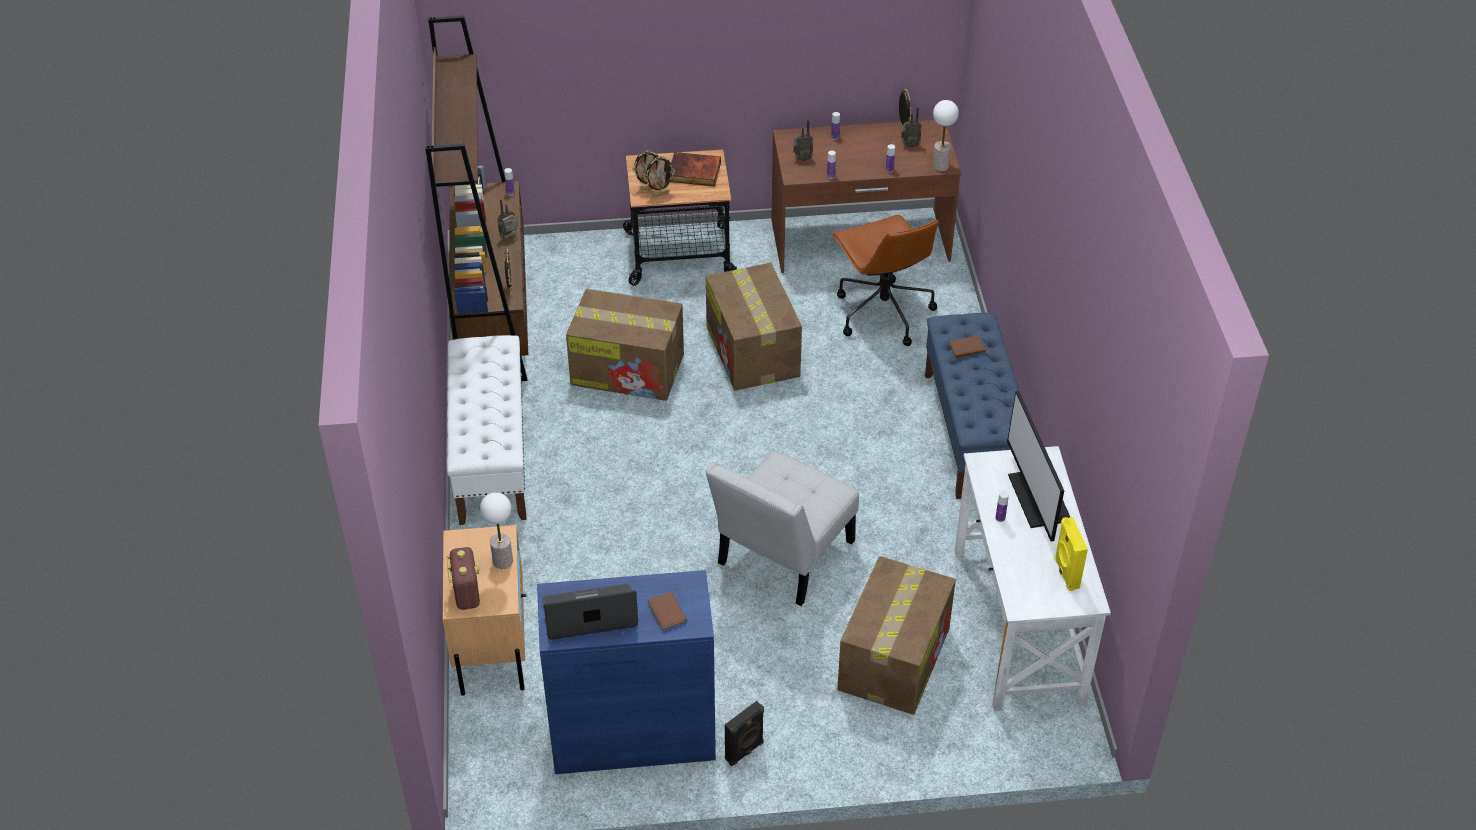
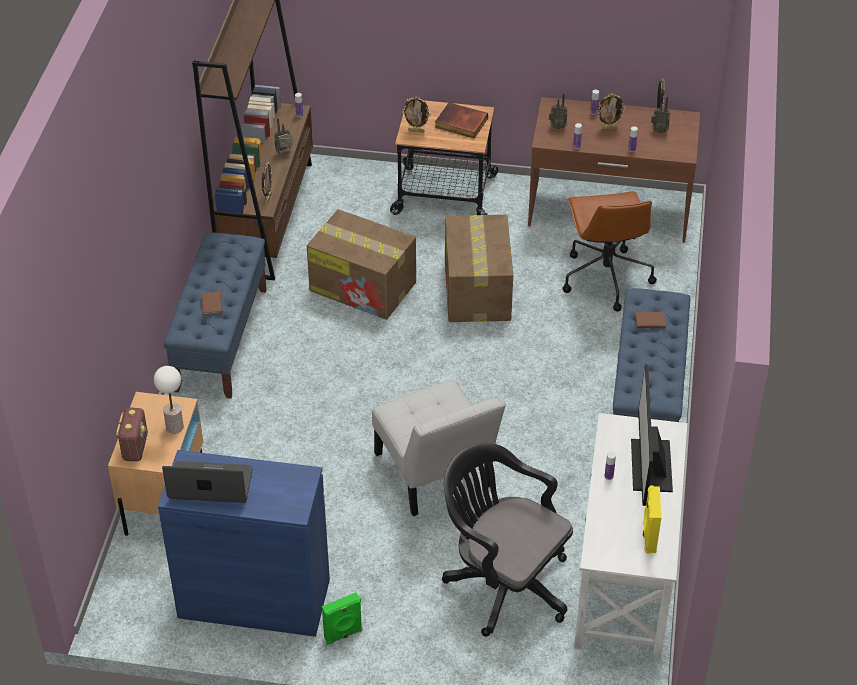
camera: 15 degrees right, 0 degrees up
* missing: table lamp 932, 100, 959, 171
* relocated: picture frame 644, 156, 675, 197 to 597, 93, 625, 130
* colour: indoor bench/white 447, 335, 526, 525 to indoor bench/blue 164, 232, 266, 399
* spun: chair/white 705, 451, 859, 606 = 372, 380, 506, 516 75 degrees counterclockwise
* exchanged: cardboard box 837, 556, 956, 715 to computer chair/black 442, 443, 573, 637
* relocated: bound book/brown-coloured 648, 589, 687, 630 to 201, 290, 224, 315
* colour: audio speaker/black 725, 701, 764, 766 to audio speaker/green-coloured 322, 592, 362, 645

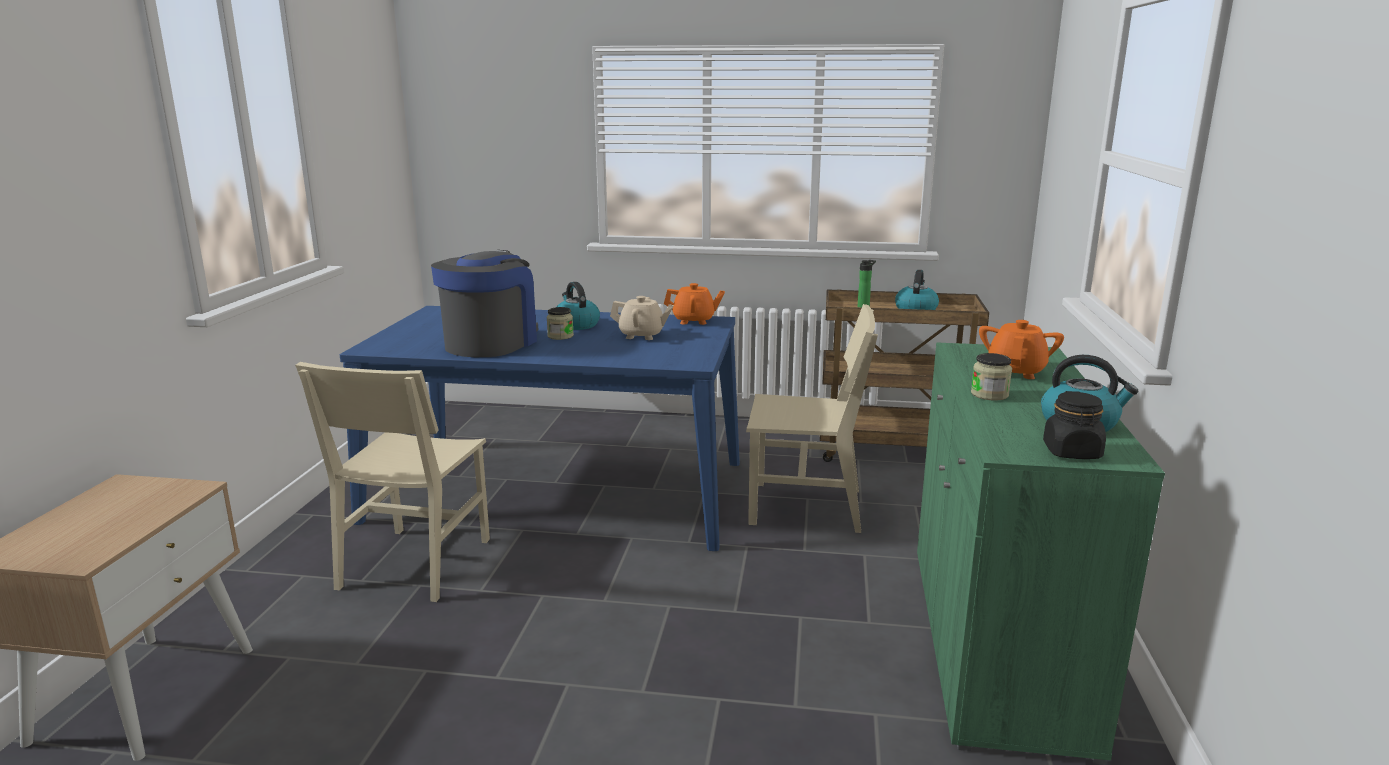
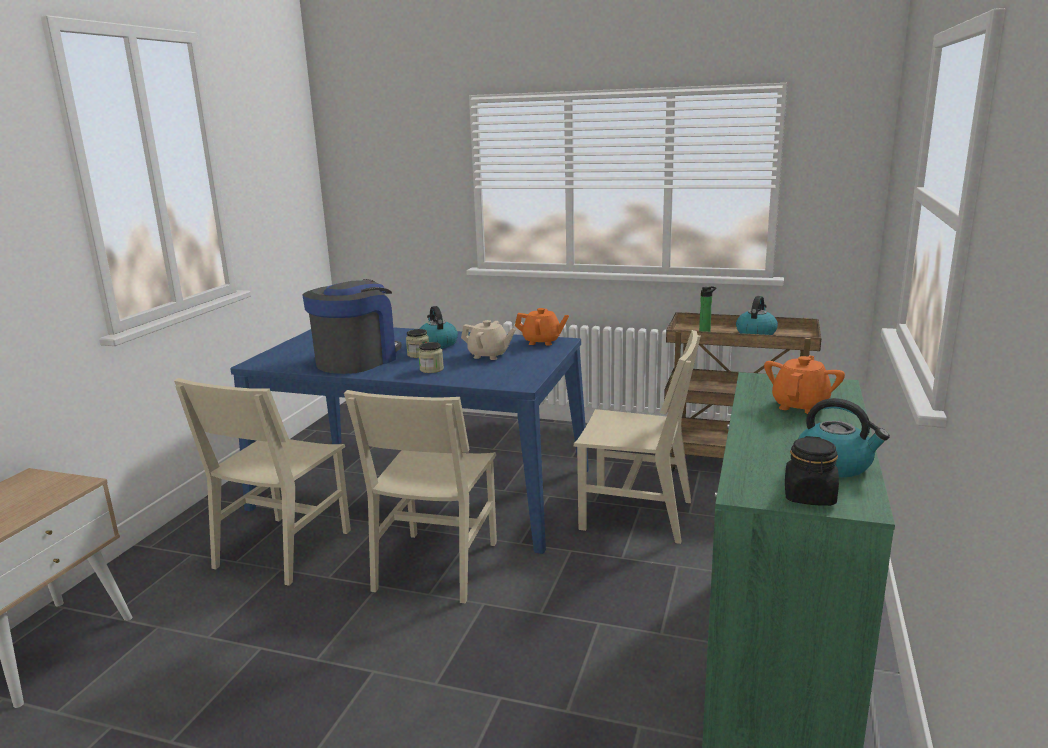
camera: 10 degrees right, 0 degrees up
* relocated: preserve jar 971, 353, 1012, 400 to 418, 342, 444, 373
* appeared: chair/beige 344, 390, 497, 603

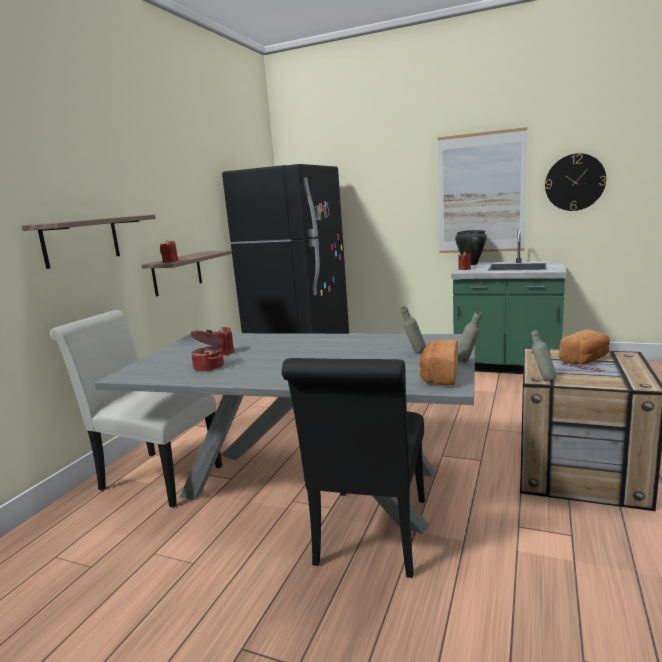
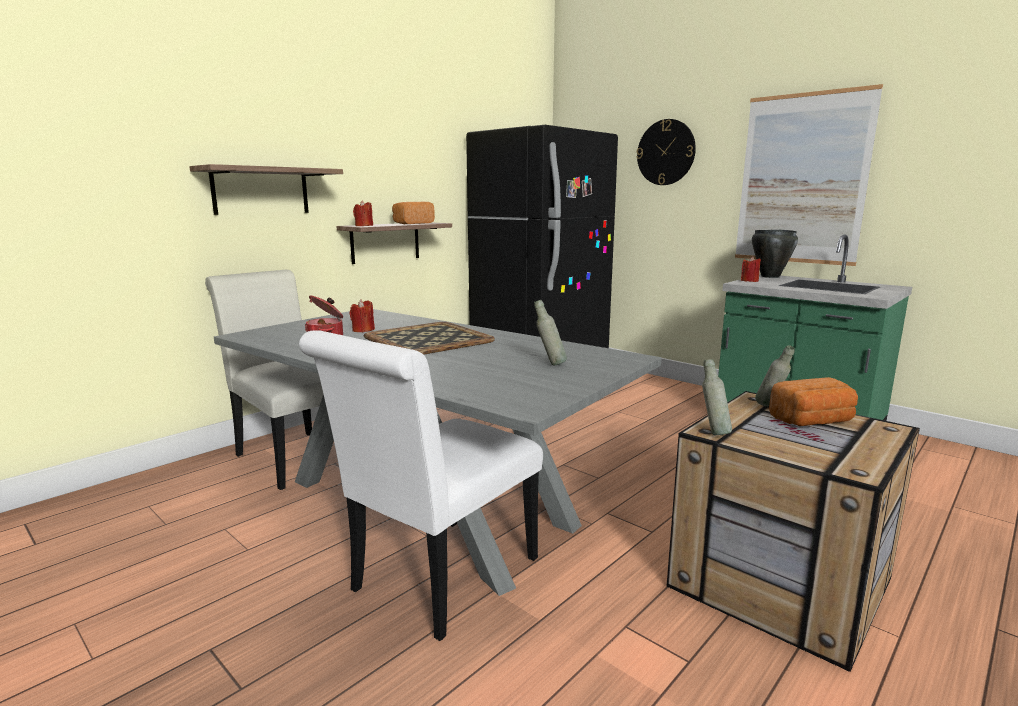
camera: 20 degrees right, 0 degrees up
* relocated: hanging clock 545, 153, 606, 211 to 636, 119, 696, 185
* relocated: bottle/greyish 458, 311, 482, 363 to 755, 345, 795, 406
* relocated: bread 419, 339, 458, 386 to 392, 202, 435, 224
* colour: chair/black 282, 358, 425, 578 to chair/white 299, 330, 543, 641
* appeared: serving tray 364, 322, 495, 355

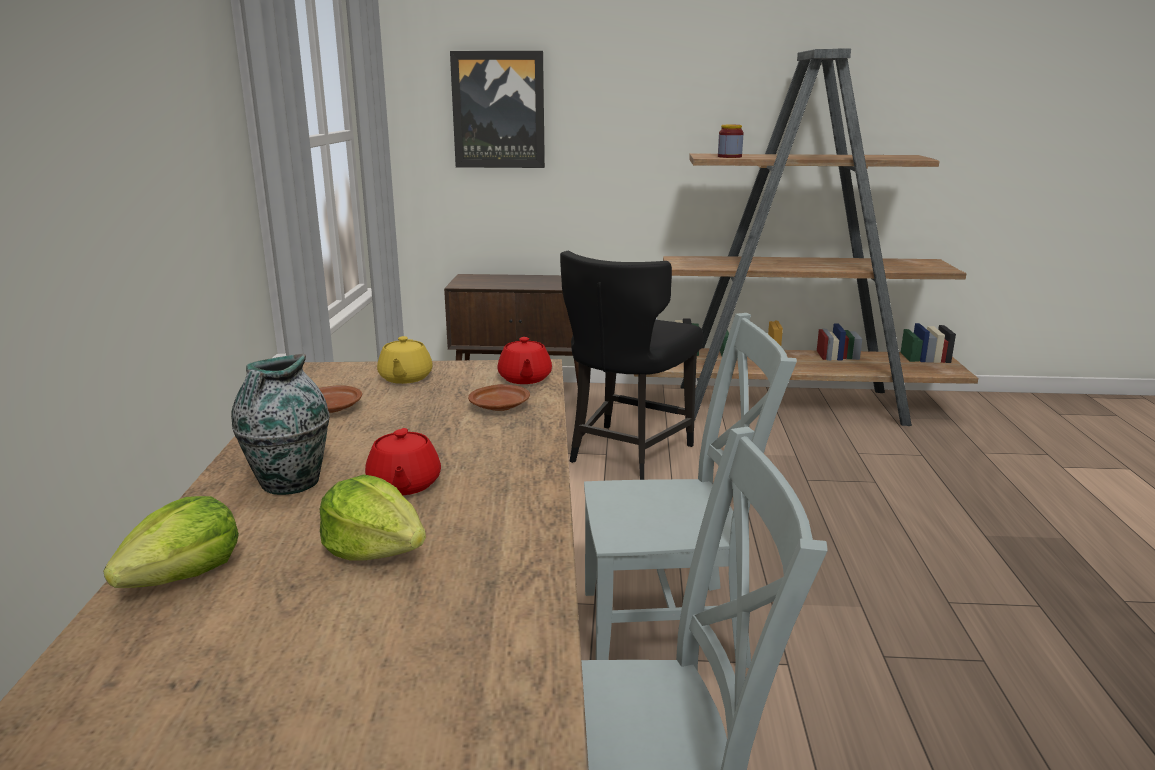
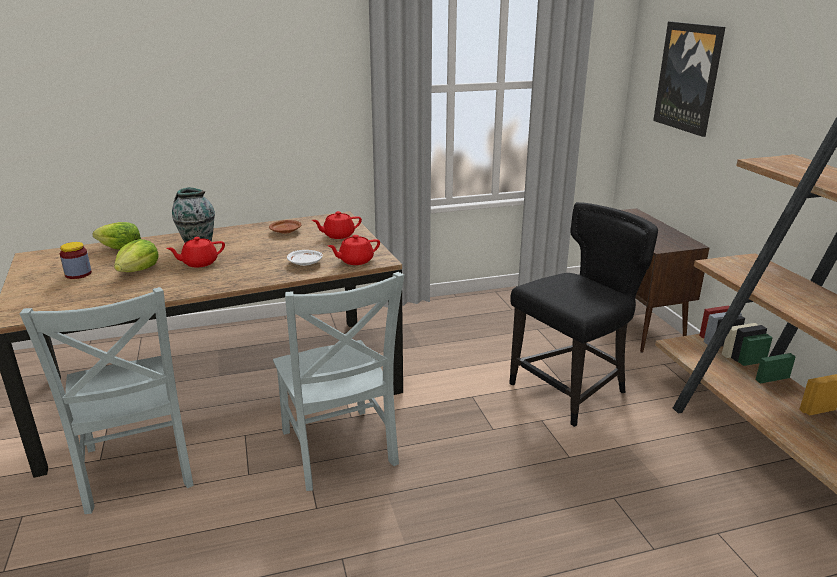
camera: 70 degrees right, 5 degrees up
* relocated: preserve jar 718, 125, 744, 158 to 60, 242, 92, 279
* spun: chair/black 560, 251, 704, 480 = 509, 202, 658, 427 135 degrees clockwise
* colour: tea pot/yellowish 377, 336, 432, 384 to tea pot/reddish 312, 211, 362, 239
* colour: plate/brown-coloured 468, 384, 530, 411 to plate/white 287, 250, 323, 266

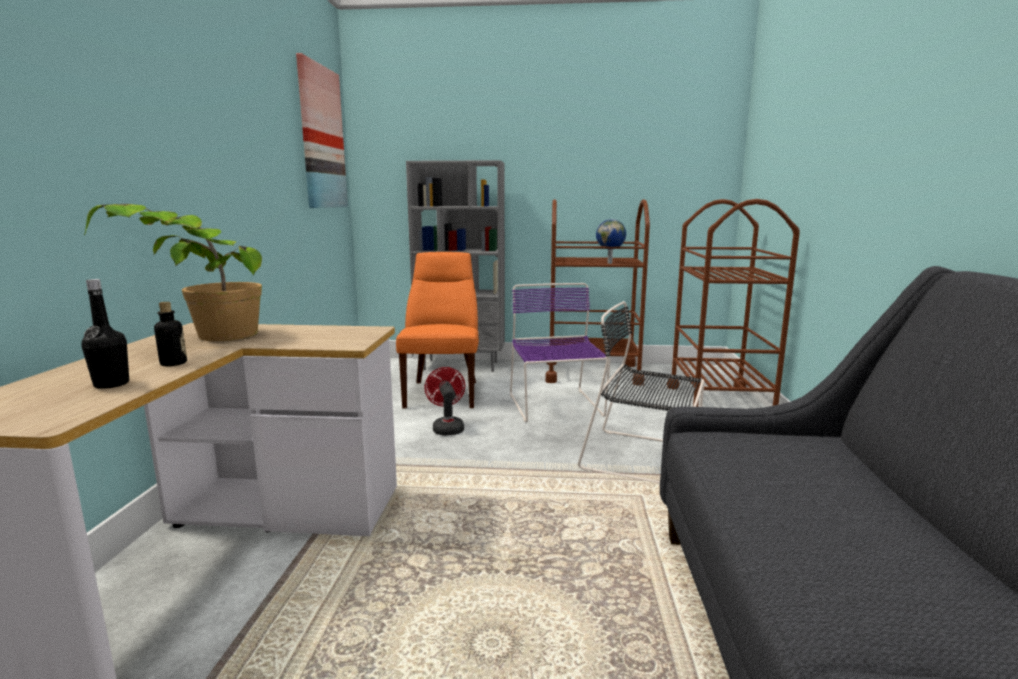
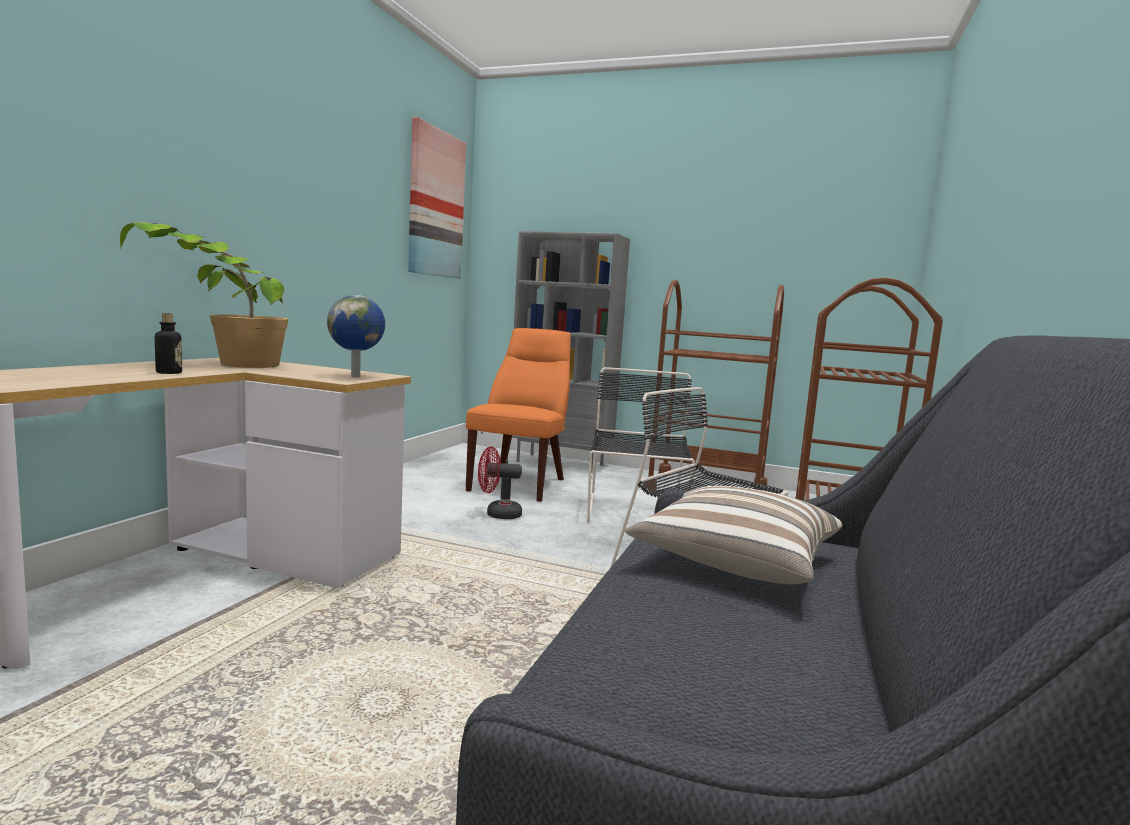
camera: 15 degrees right, 5 degrees down
* relocated: world globe 596, 219, 626, 264 to 327, 295, 385, 377
* missing: bottle/black 81, 279, 129, 389
* colour: chair/purplish 510, 283, 610, 422 to chair/black 587, 367, 695, 523
* spun: electric fan/reddish 424, 367, 465, 436 = 478, 447, 522, 519 90 degrees counterclockwise
* appeared: throw pillow 624, 486, 842, 584

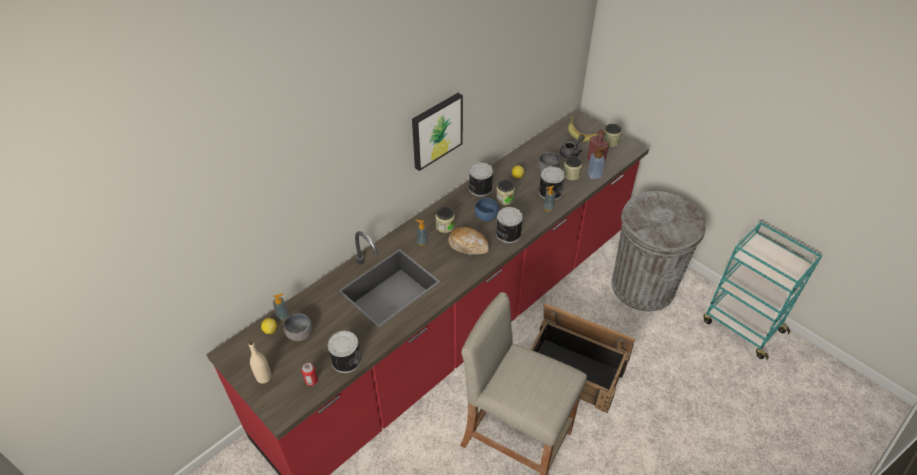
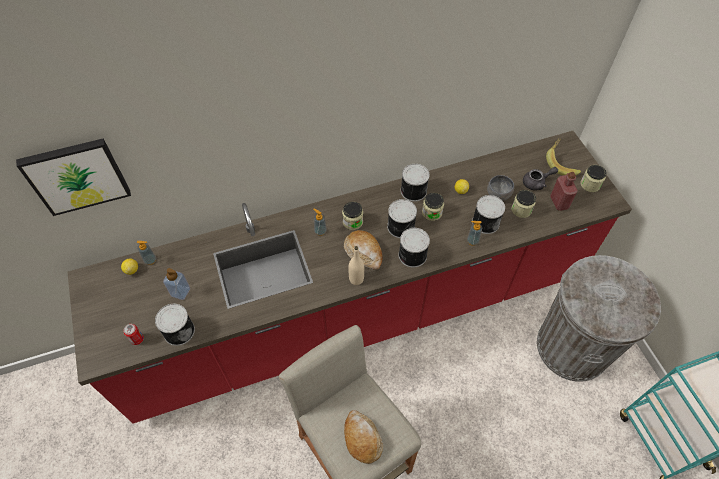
camera: 25 degrees right, 10 degrees up
* relocated: picture 412, 93, 463, 171 to 16, 139, 131, 216
* relocated: soap dispenser 588, 147, 605, 179 to 163, 268, 190, 300
* exchanged: bowl/blue 475, 198, 499, 221 to metal can 387, 199, 417, 238
* missing: packing crate 530, 304, 635, 413
* missing: bowl/greyish 284, 313, 313, 341
* relocated: bottle/beige 249, 341, 271, 384 to 348, 246, 364, 285
* appeared: bread 344, 410, 383, 464

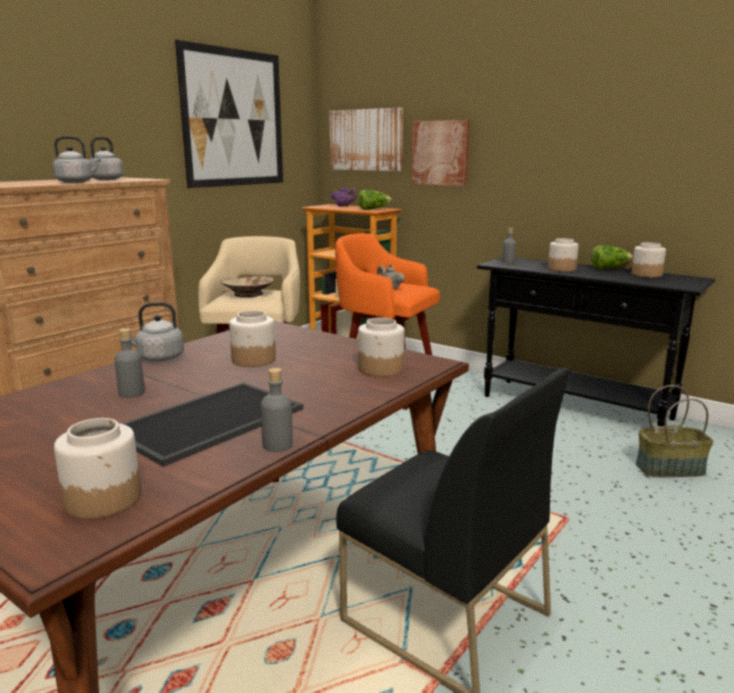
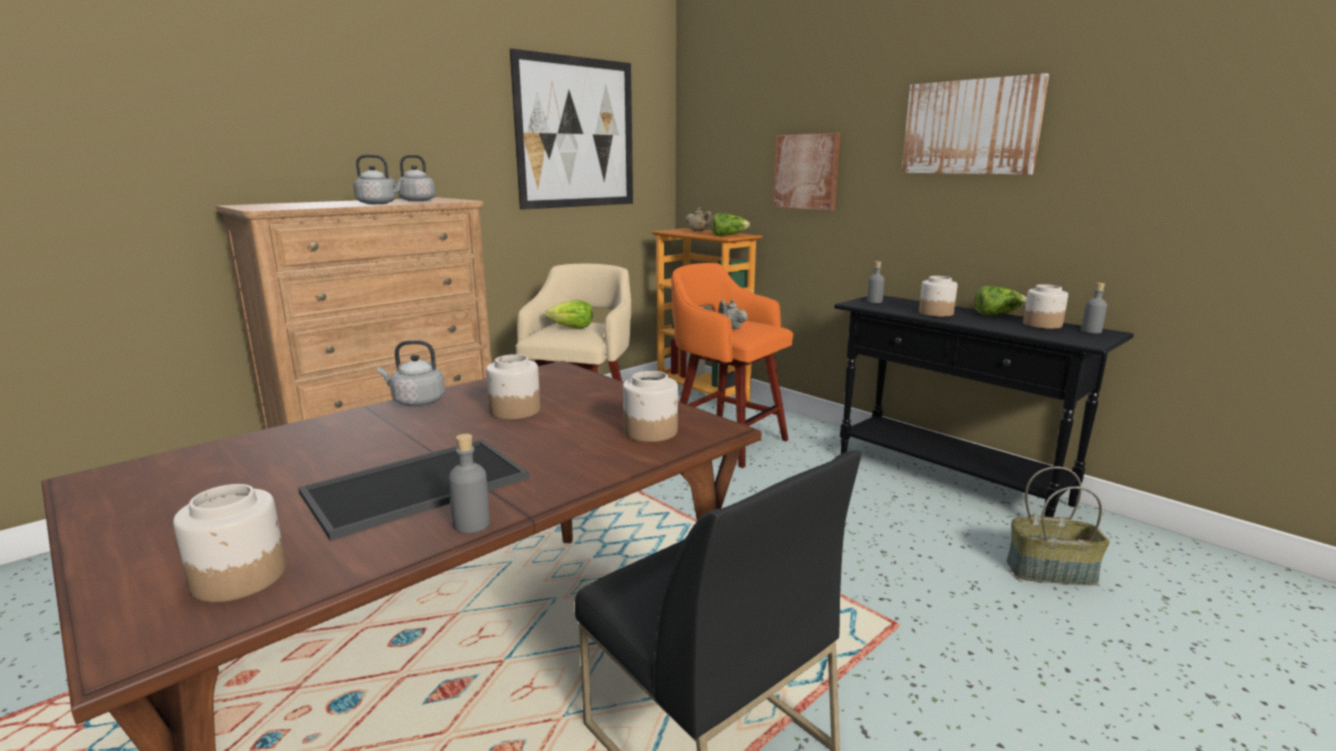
camera: 10 degrees right, 0 degrees up
* relocated: picture 329, 108, 403, 171 to 902, 73, 1049, 174
* colour: tea pot/purplish 331, 185, 357, 207 to tea pot/beige 685, 207, 712, 231
* exchanged: bowl/beige 221, 276, 275, 297 to lettuce head 545, 300, 593, 329
* relocated: bottle/greyish 114, 328, 145, 398 to 1081, 283, 1107, 333

